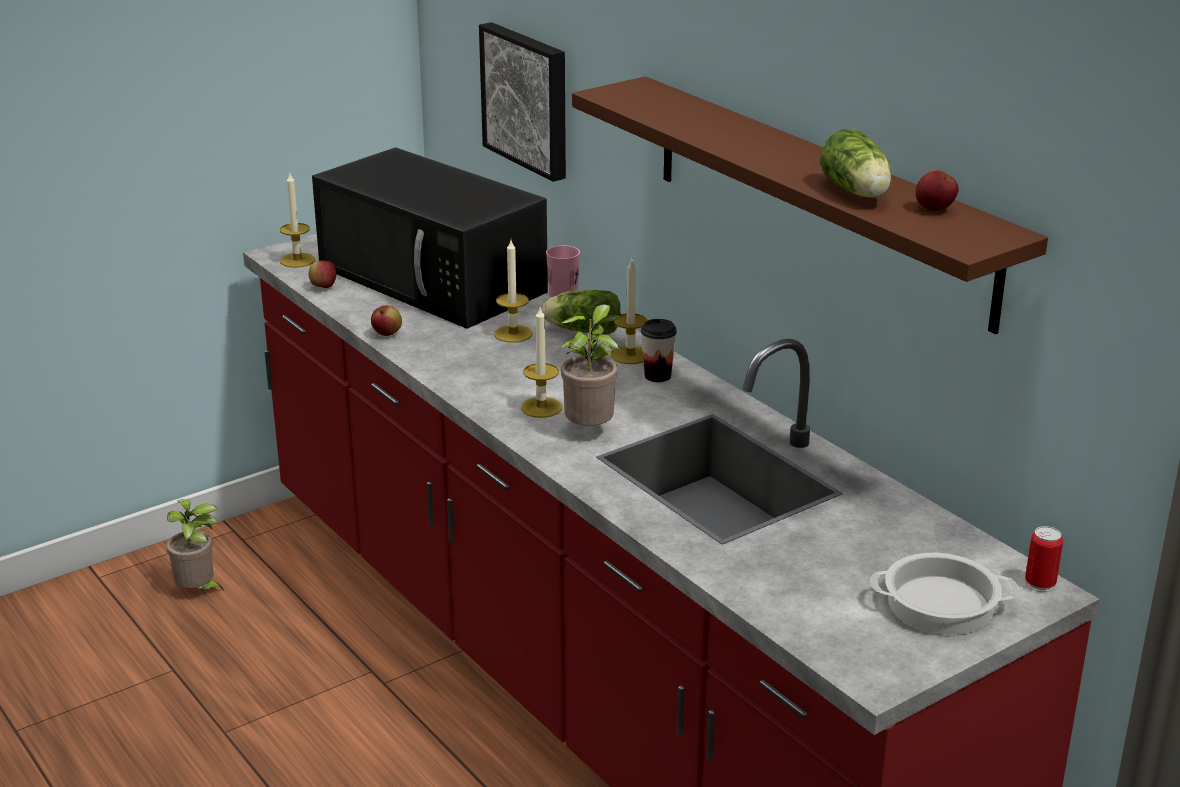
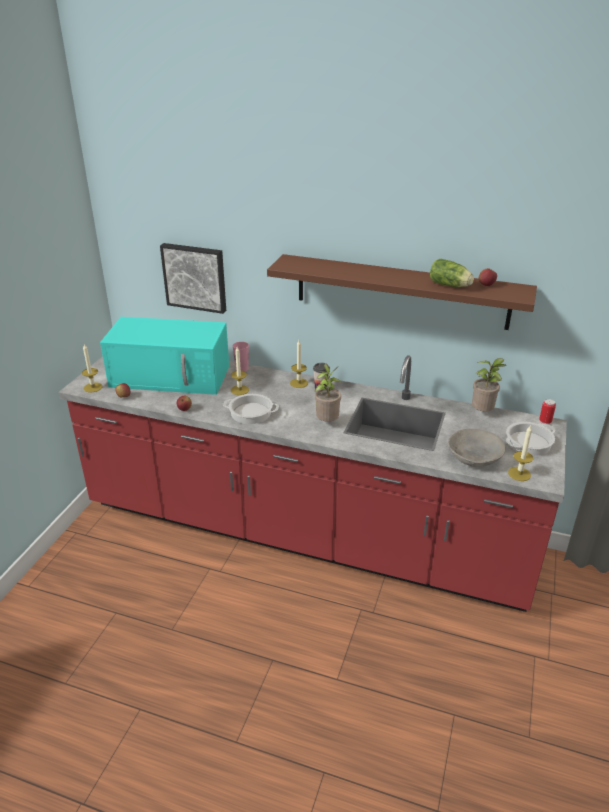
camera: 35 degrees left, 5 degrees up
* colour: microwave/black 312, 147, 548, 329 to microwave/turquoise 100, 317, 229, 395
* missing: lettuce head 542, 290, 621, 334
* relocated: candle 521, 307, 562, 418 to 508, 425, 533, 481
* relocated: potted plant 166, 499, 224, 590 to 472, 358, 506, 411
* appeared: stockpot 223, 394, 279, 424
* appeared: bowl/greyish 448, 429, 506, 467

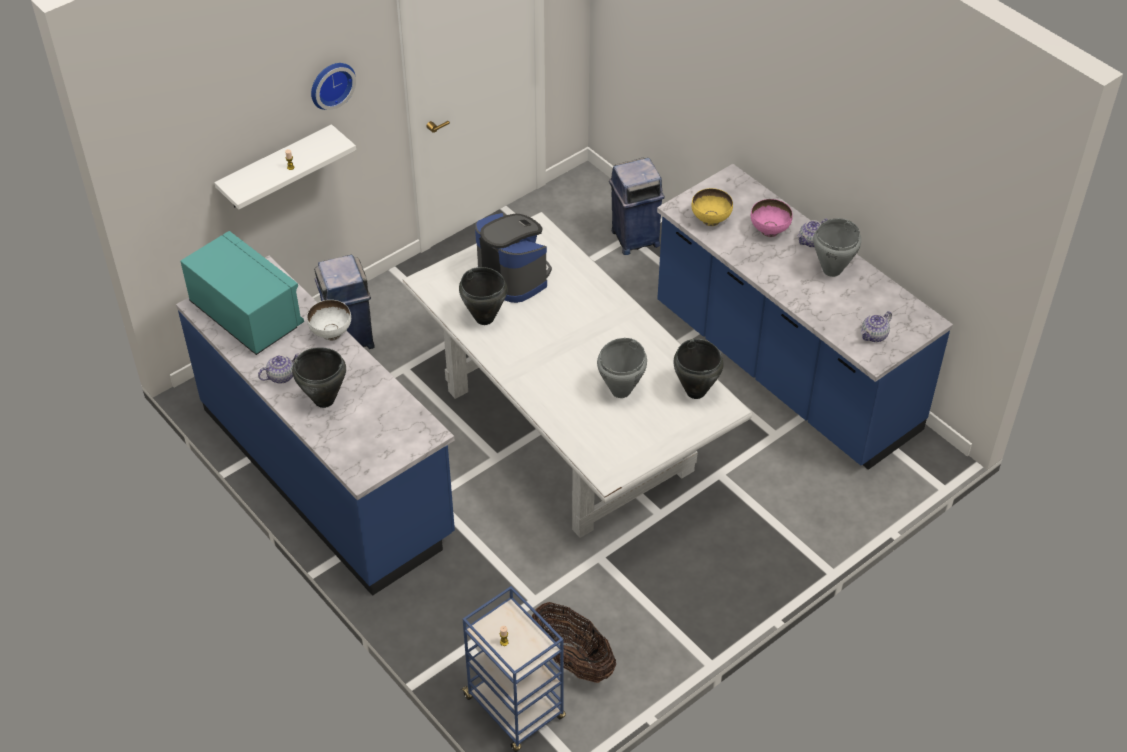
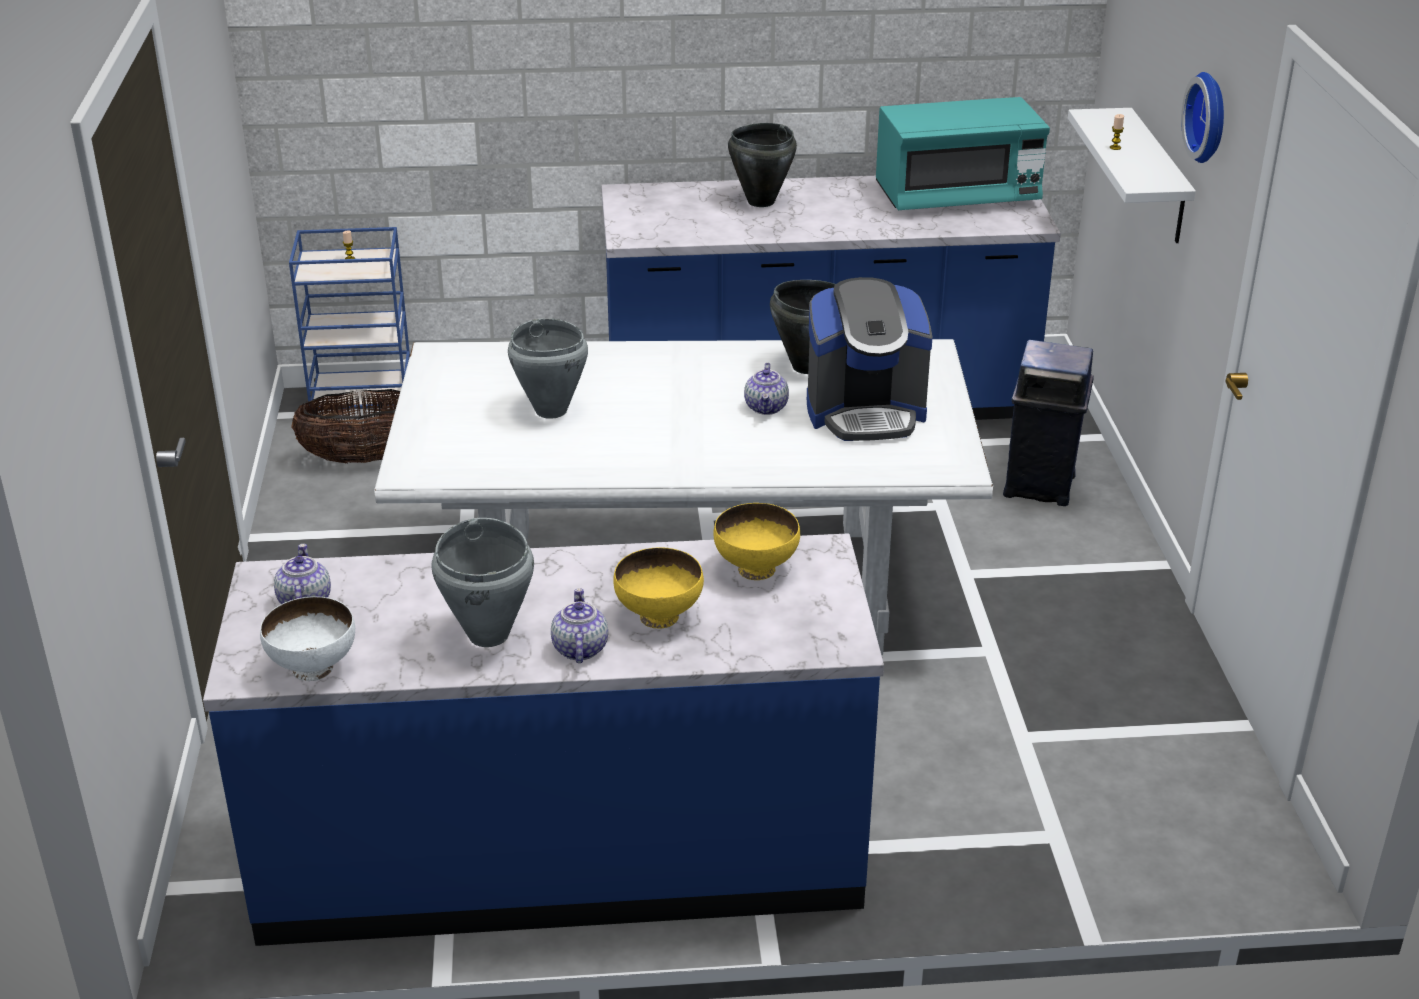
camera: 125 degrees right, 15 degrees down
* missing: rubbish bin/blue 609, 157, 665, 255
* colour: bowl/pink 751, 199, 793, 237 to bowl/yellowish 613, 548, 704, 628
* relocated: bowl/white 307, 300, 351, 341 to 260, 597, 355, 681
* missing: stockpot/black 674, 339, 724, 399
* relocated: tea pot 258, 353, 300, 384 to 744, 363, 789, 415

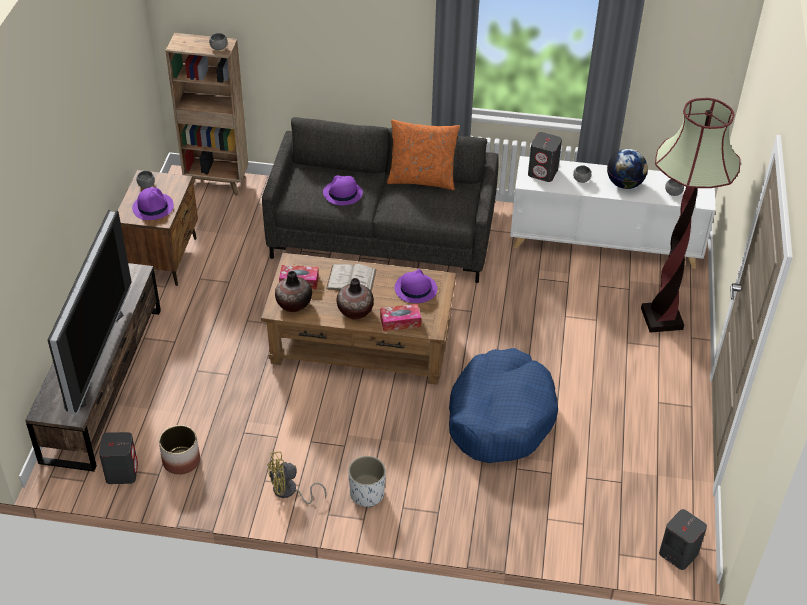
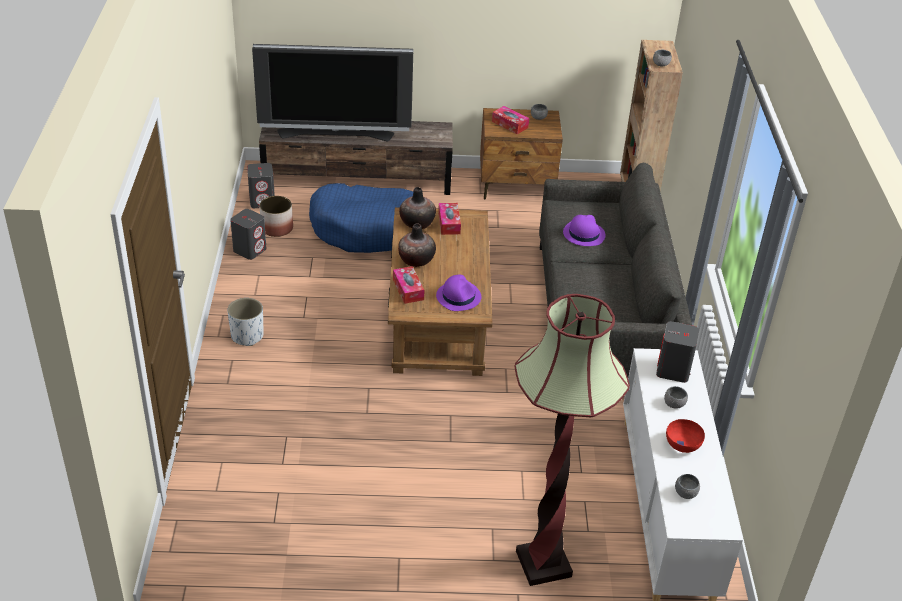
camera: 80 degrees right, 5 degrees down
* missing: throw pillow/orange-coloured 387, 120, 460, 190
* exchanged: world globe 607, 149, 648, 189 to bowl/reddish 666, 419, 705, 453
* exchanged: wearable hat/purplish 132, 187, 174, 220 to box of tissues 492, 106, 529, 134
* missing: bound book/white 326, 264, 377, 292
* relocated: pet bed/blue 449, 348, 558, 463 to 309, 183, 413, 253
* missing: electric fan/yellowish 267, 451, 327, 504
* relocated: audio speaker/greyish 659, 509, 707, 570 to 230, 209, 266, 260

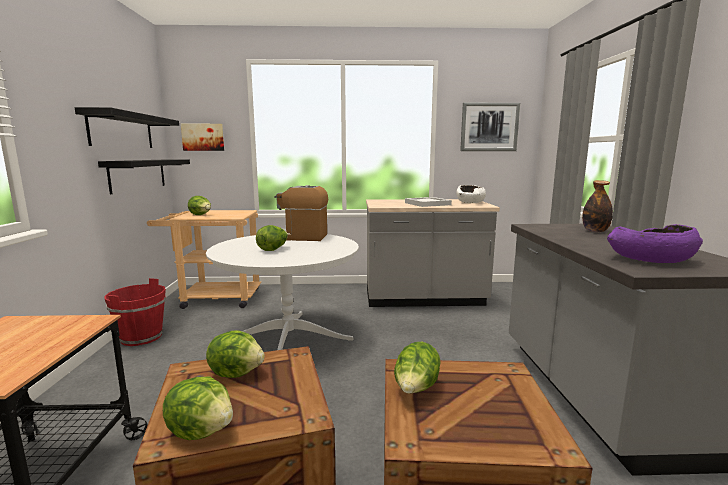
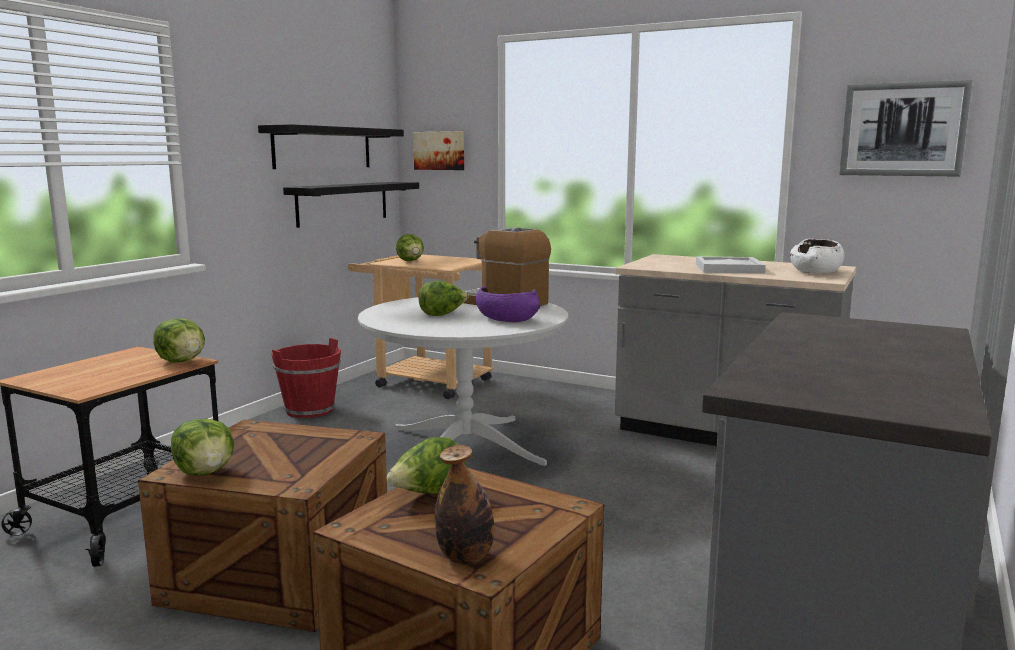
camera: 30 degrees right, 0 degrees up
* relocated: bottle 582, 180, 613, 232 to 435, 445, 495, 564
* relocated: bowl/purplish 607, 224, 703, 263 to 476, 287, 540, 322
* relocated: lettuce head 206, 330, 265, 378 to 153, 319, 205, 363

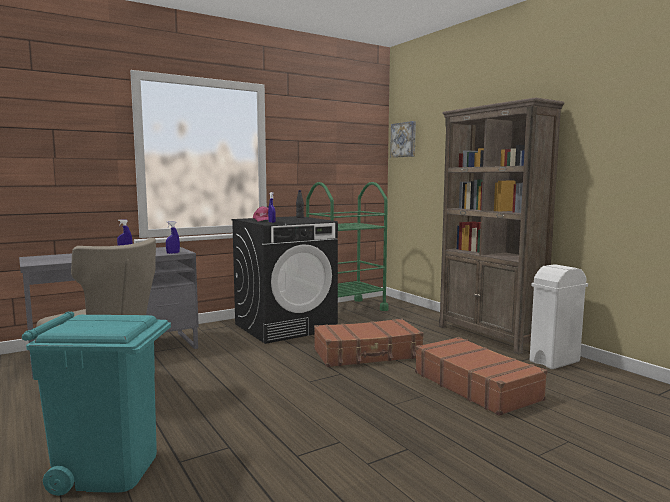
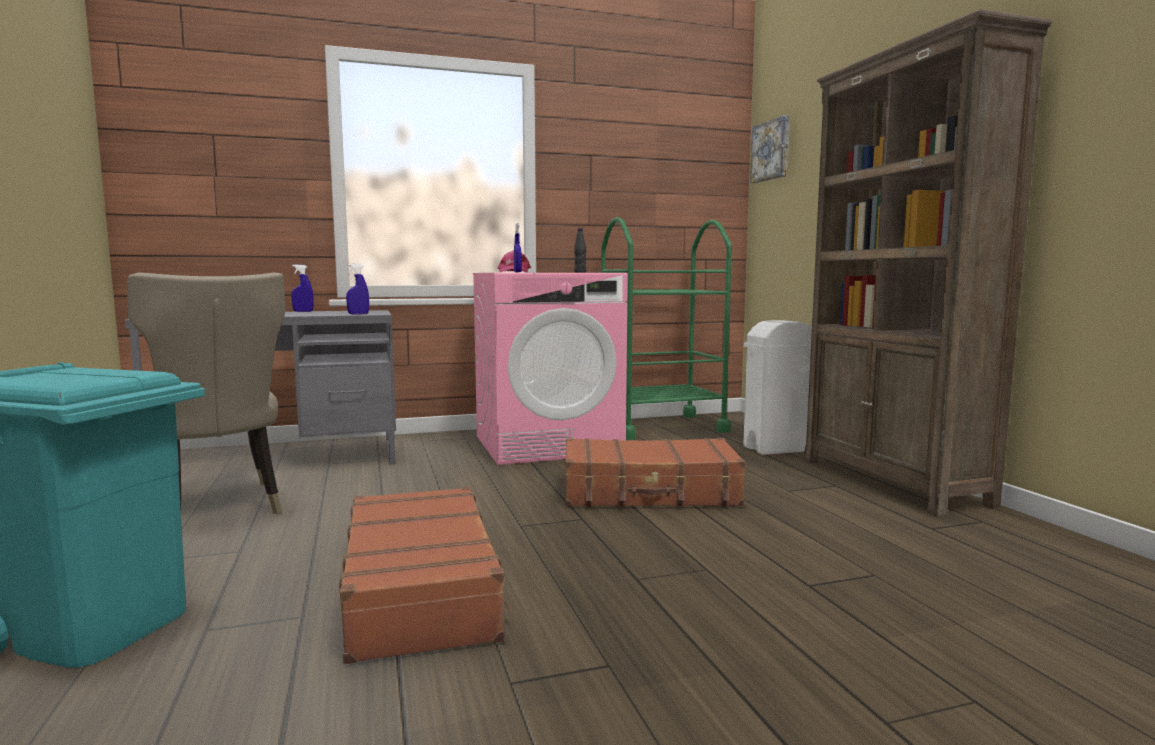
camera: 15 degrees right, 0 degrees up
* colour: laundry machine/black 231, 216, 338, 344 to laundry machine/pink 473, 273, 628, 465
* relocated: rubbish bin/white 530, 264, 588, 369 to 743, 320, 812, 455
* relocated: piece of luggage/brown-coloured 415, 337, 547, 416 to 339, 487, 512, 664

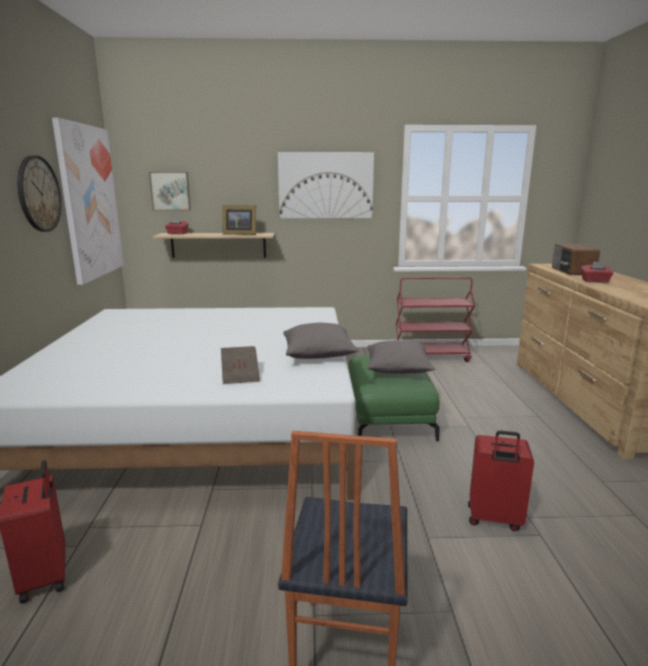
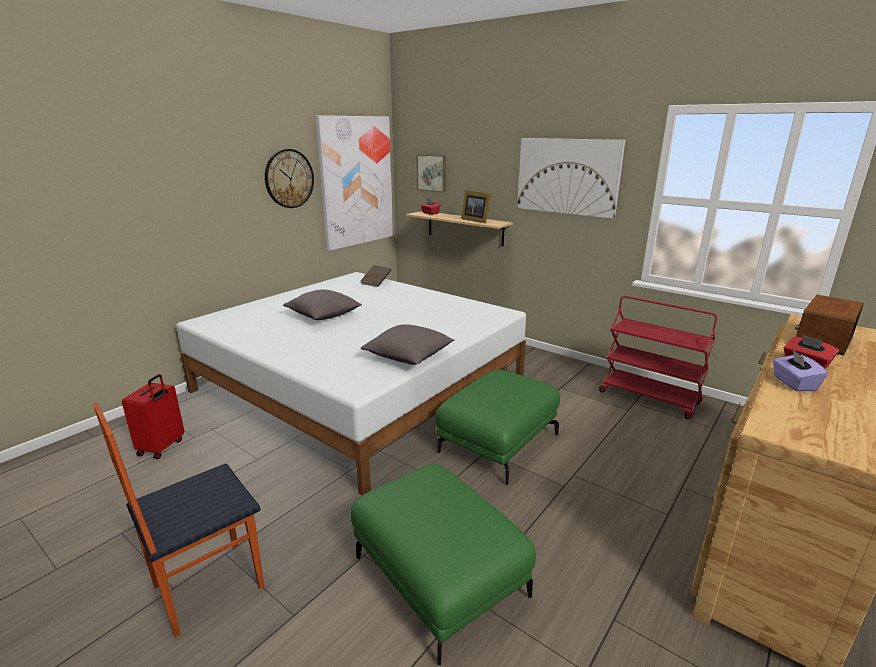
camera: 40 degrees right, 5 degrees up
* relocated: throw pillow/greyish 367, 340, 435, 374 to 283, 290, 362, 320
* relocated: bound book/brown-coloured 221, 346, 260, 384 to 361, 265, 391, 287
* exchanged: piece of luggage/reddish 468, 430, 534, 531 to pouffe/green-coloured 351, 464, 536, 665
* appeared: box of tissues/purplish 773, 350, 828, 391

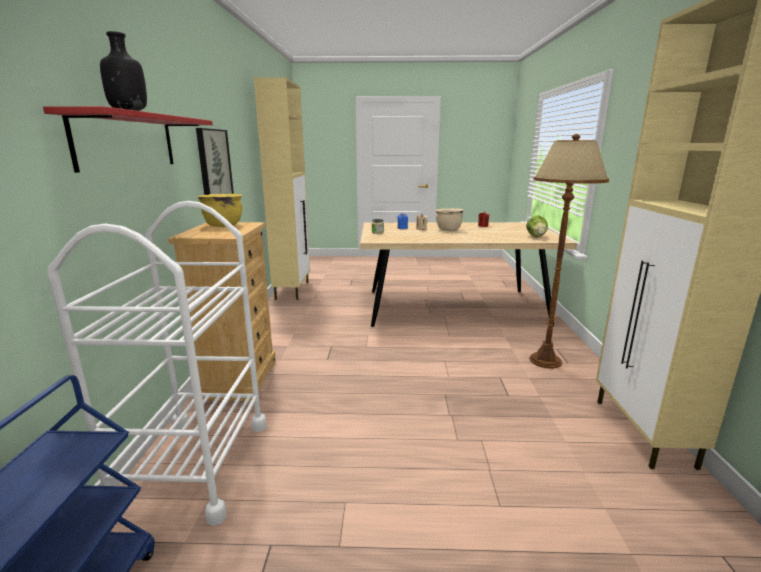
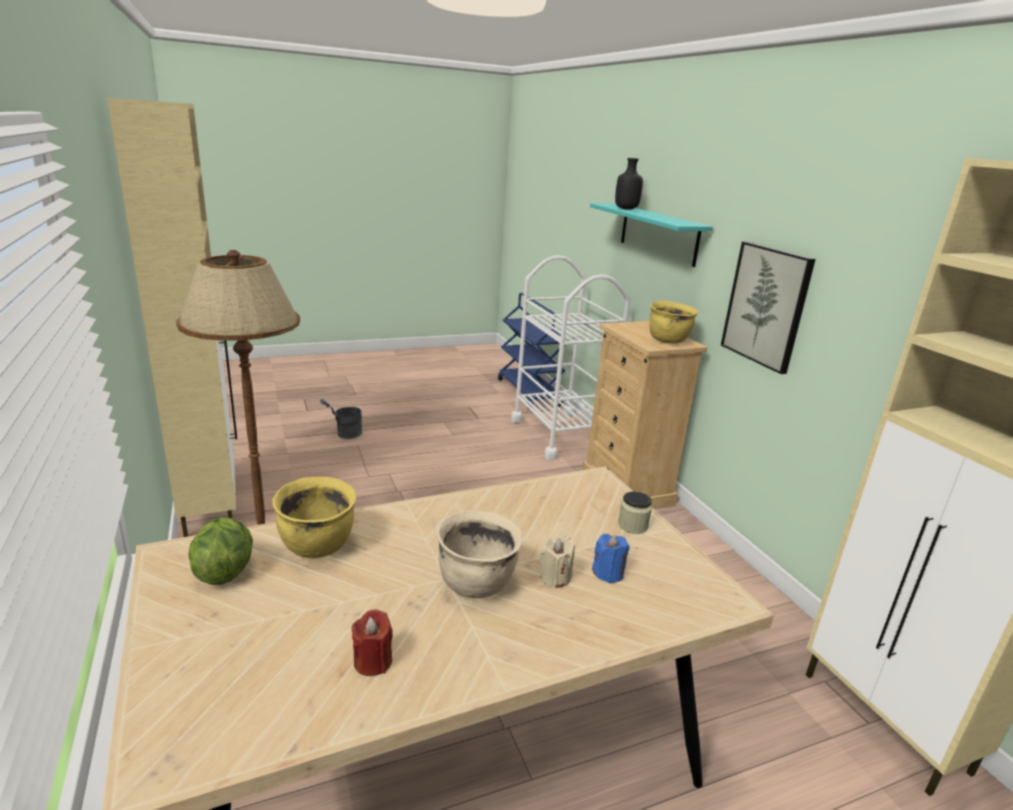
camera: 155 degrees right, 5 degrees up
* colour: bracket shelf/reddish 43, 106, 213, 173 to bracket shelf/turquoise 590, 203, 713, 267
* appeared: pail/greyish 320, 399, 362, 439
* appeared: stockpot/yellowish 272, 477, 356, 558

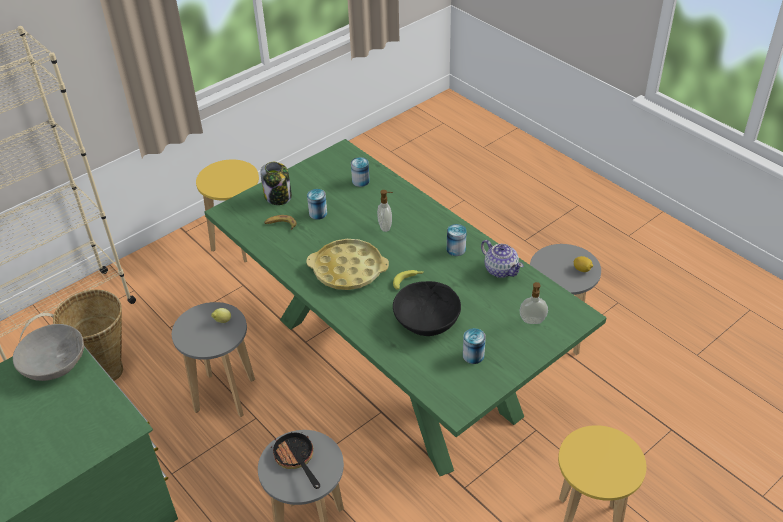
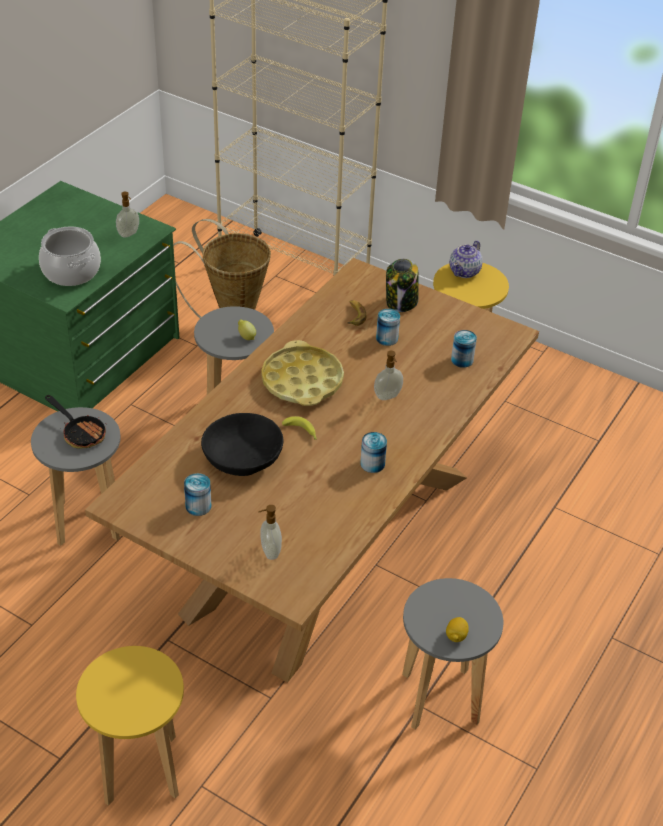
camera: 70 degrees right, 0 degrees up
* colour: kitchen table/green-coloured 205, 139, 607, 476 to kitchen table/brown-coloured 85, 258, 539, 683
* relocated: tea pot 481, 240, 524, 278 to 449, 240, 483, 278
* exchanged: bowl/greyish 13, 324, 84, 381 to soap dispenser 116, 192, 139, 238
* spun: skillet 271, 432, 320, 489 = 45, 395, 107, 449 90 degrees clockwise
* appeared: stockpot 39, 227, 101, 286

